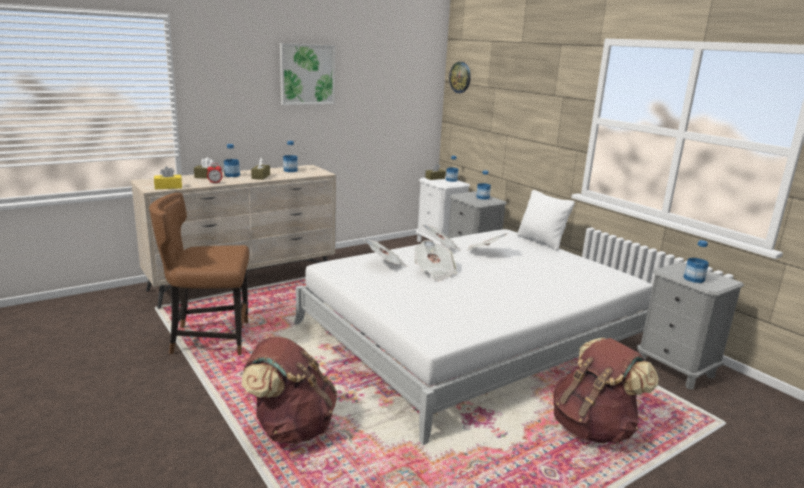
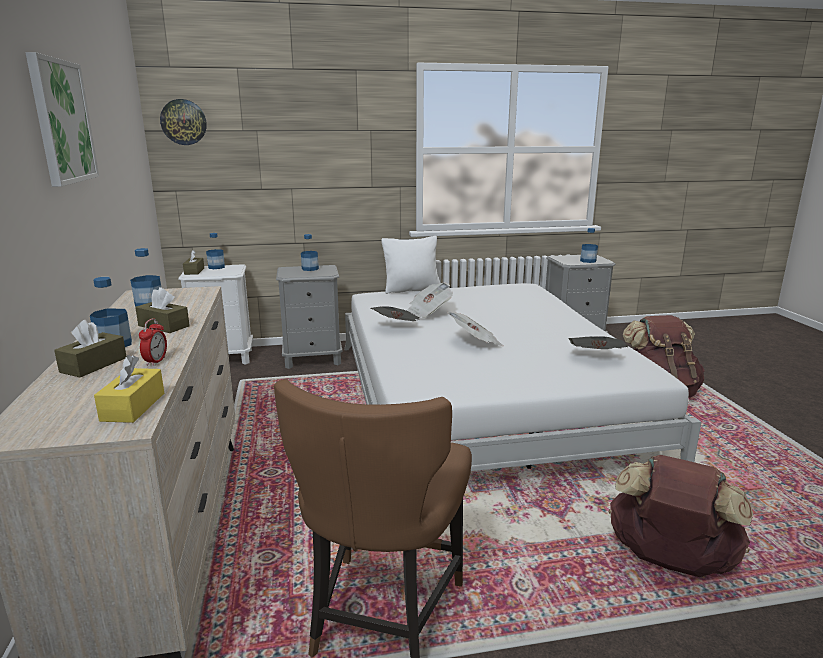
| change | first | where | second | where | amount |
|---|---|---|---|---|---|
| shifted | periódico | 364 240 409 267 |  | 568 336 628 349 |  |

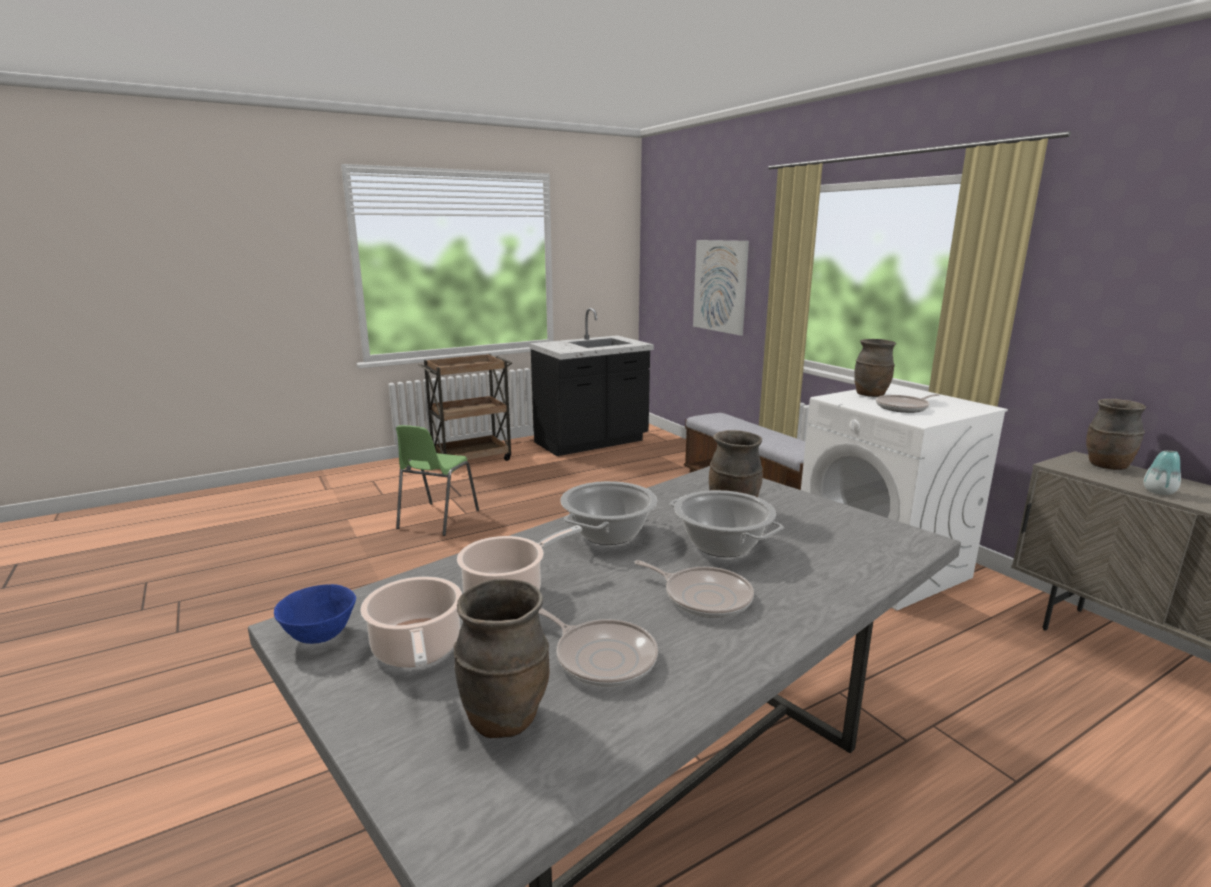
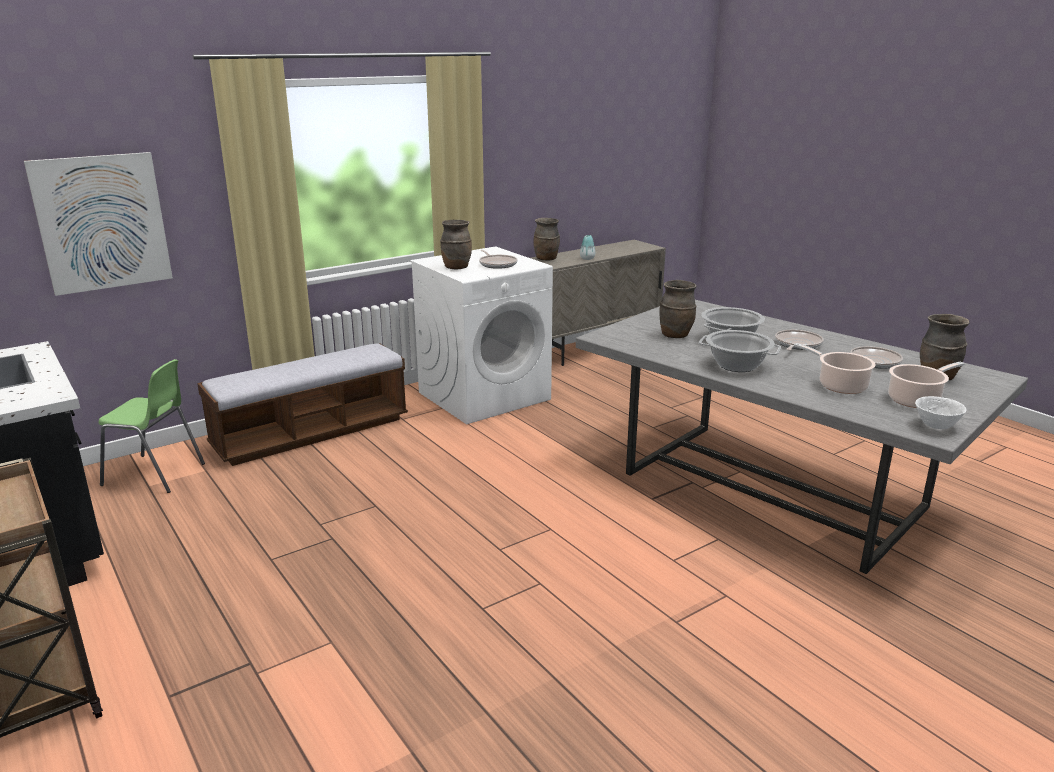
| change | first | where | second | where | amount |
|---|---|---|---|---|---|
| shifted | silla (verde) | 396 425 479 536 |  | 99 359 205 493 |  |
| repainted | cuenco (azul) | 274 584 356 644 | cuenco (blanco) | 915 396 966 429 |  |

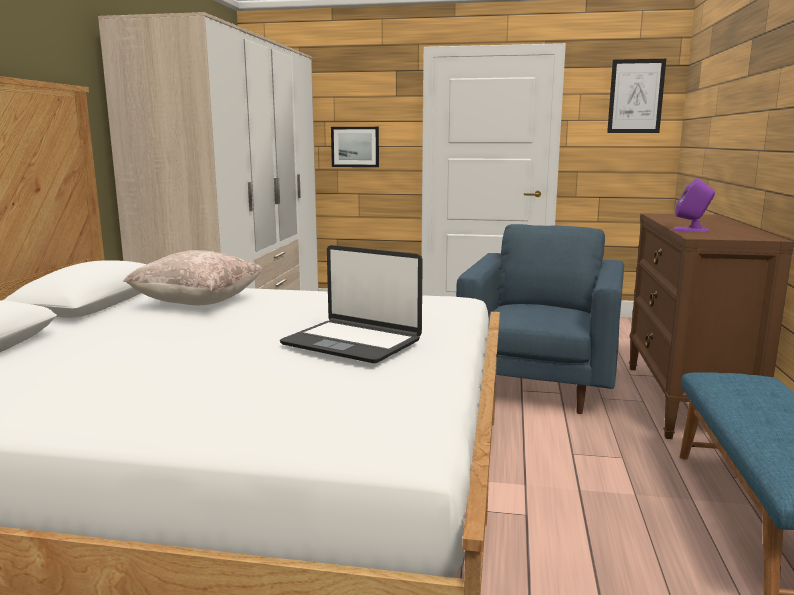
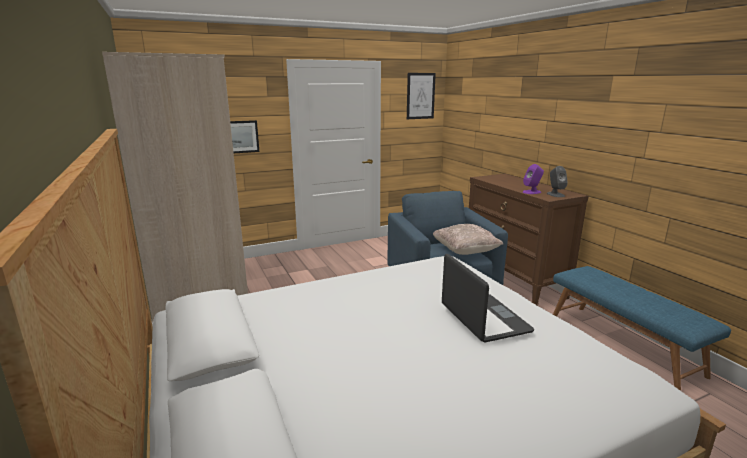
| change | first | where | second | where | amount |
|---|---|---|---|---|---|
| shifted | cojín (beis) | 123 250 263 305 |  | 433 224 503 255 |  |
| rotated | portátil | 280 245 423 364 |  | 442 254 534 342 | 105 degrees counterclockwise |
| new |  |  | altavoz (gris) | 547 166 568 197 |  |

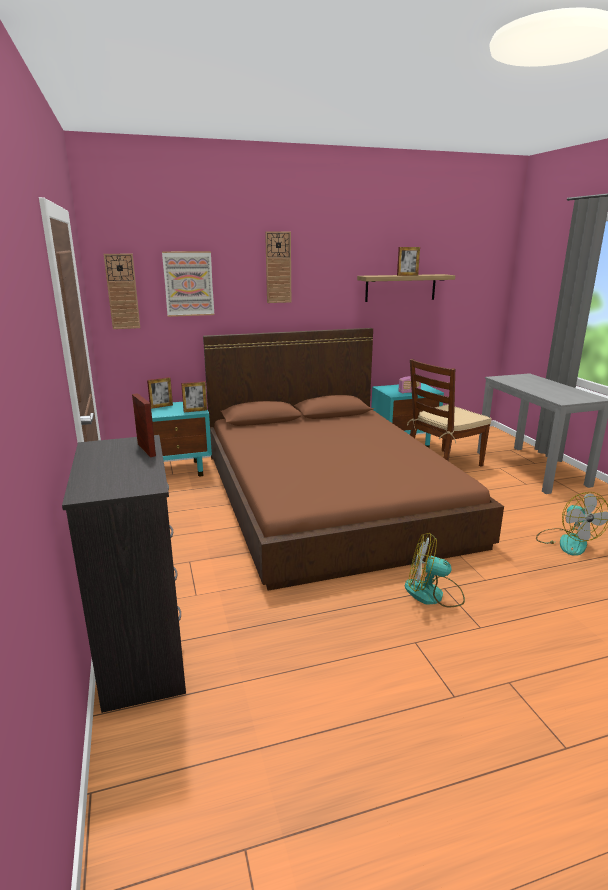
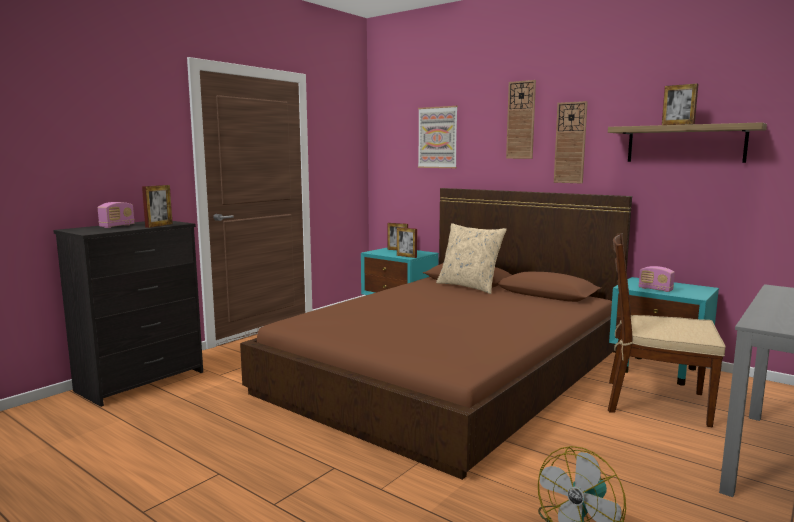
| change | first | where | second | where | amount |
|---|---|---|---|---|---|
| new |  |  | radio | 98 202 135 228 |  |
| new |  |  | cojín (beis) | 436 223 507 294 |  |
| shifted | reloj de pared | 104 254 140 329 |  | 554 101 588 184 |  |
| gone | ventilador | 405 533 465 608 |  |  |  |

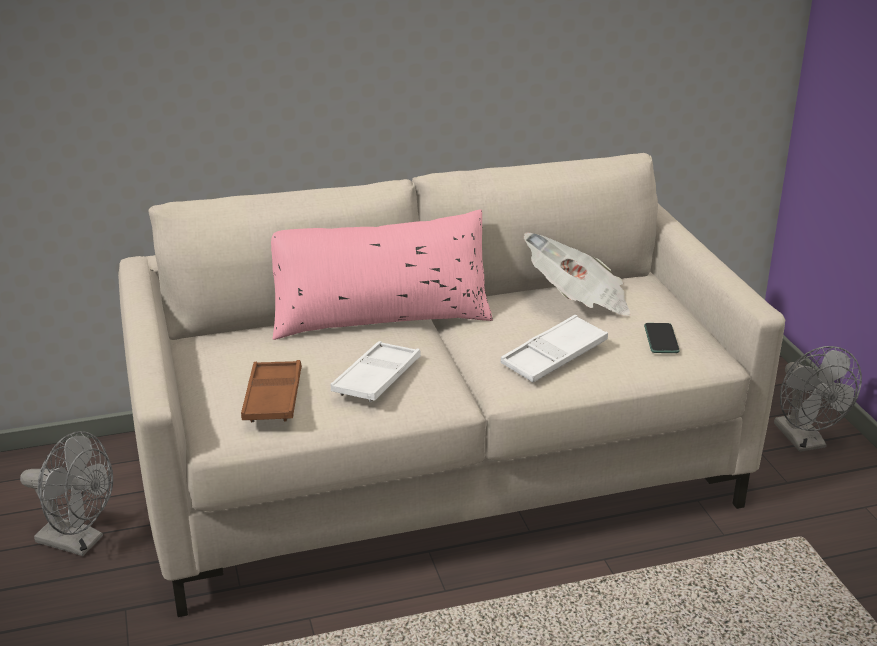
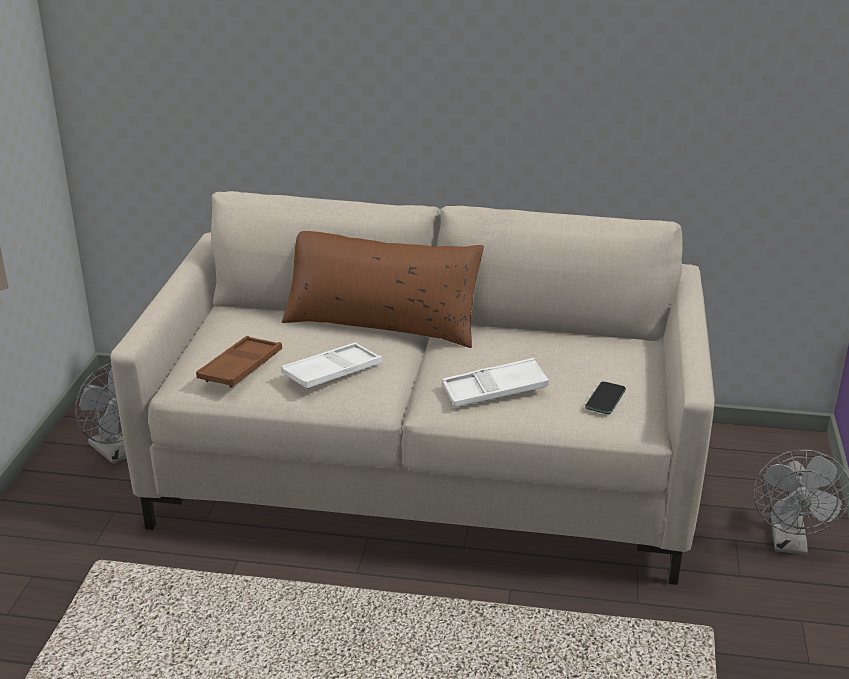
| change | first | where | second | where | amount |
|---|---|---|---|---|---|
| repainted | cojín (rosa) | 271 210 493 340 | cojín (marrón) | 282 231 484 348 |  |
| gone | periódico | 524 232 631 316 |  |  |  |

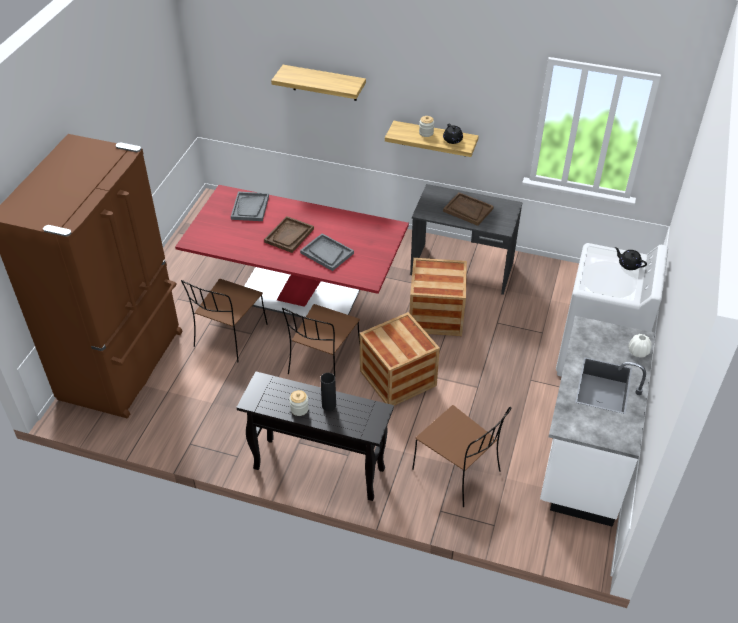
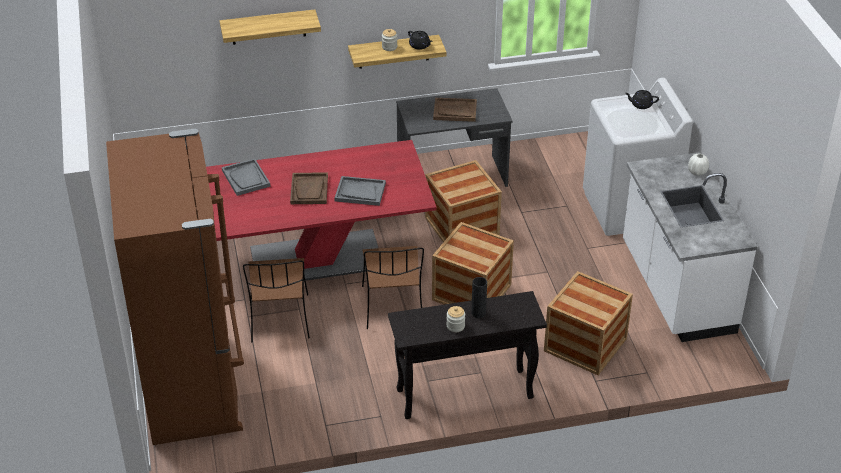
| change | first | where | second | where | amount |
|---|---|---|---|---|---|
| swapped | silla (marrón) | 412 405 511 507 | caja de embalaje | 544 271 633 375 |  |

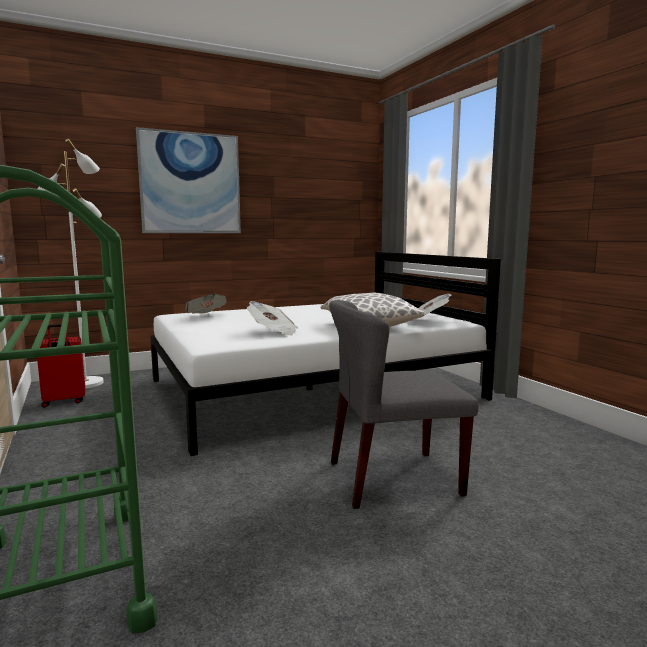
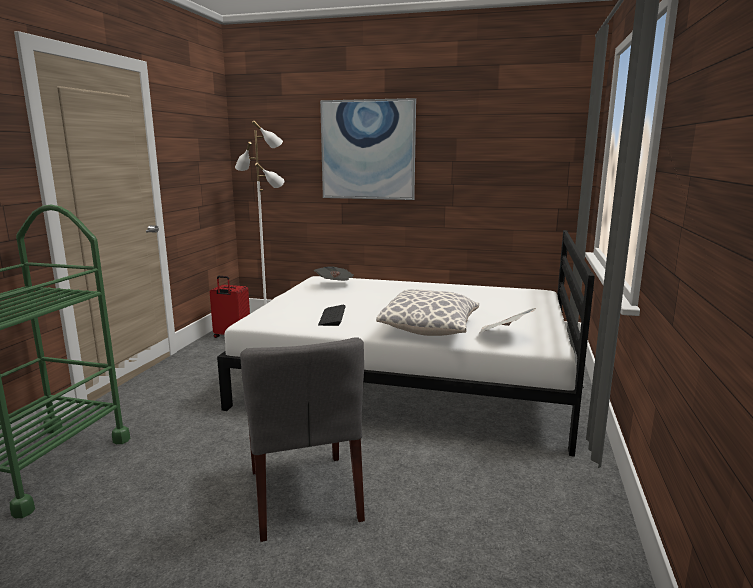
| change | first | where | second | where | amount |
|---|---|---|---|---|---|
| rotated | silla (gris) | 329 300 478 509 |  | 240 337 365 542 | 135 degrees counterclockwise |
| swapped | periódico | 247 301 298 336 | teclado | 318 305 346 326 |  |

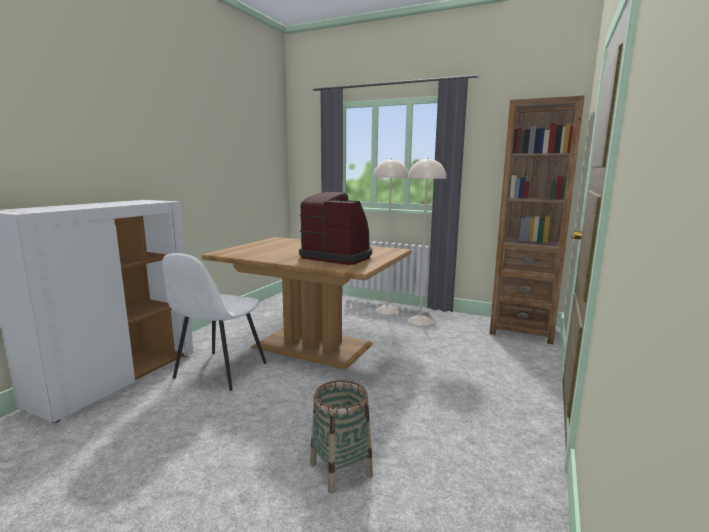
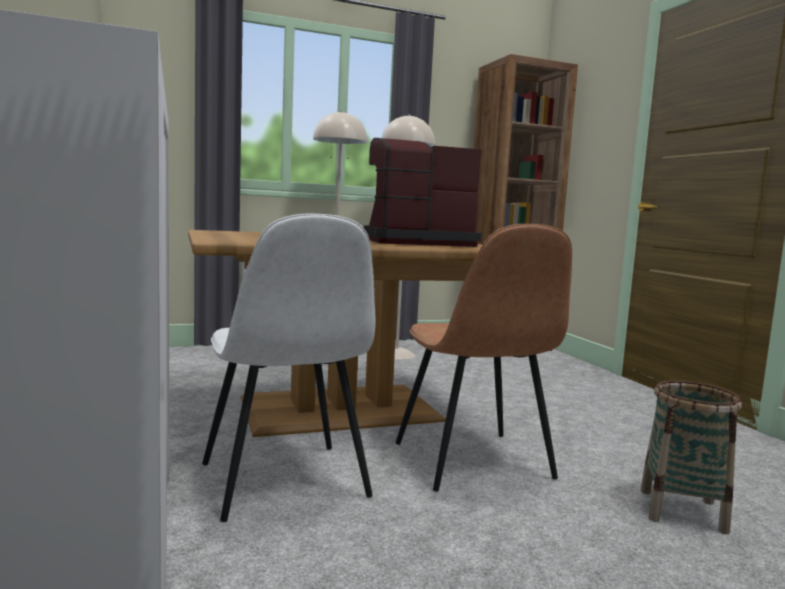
| change | first | where | second | where | amount |
|---|---|---|---|---|---|
| new |  |  | silla (marrón) | 396 224 572 492 |  |

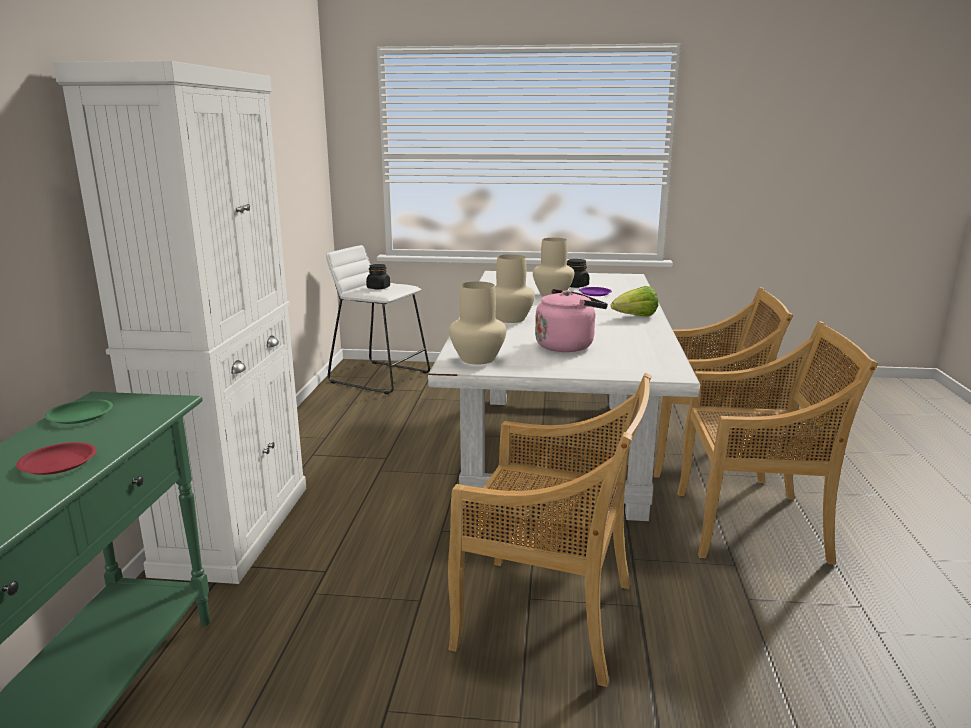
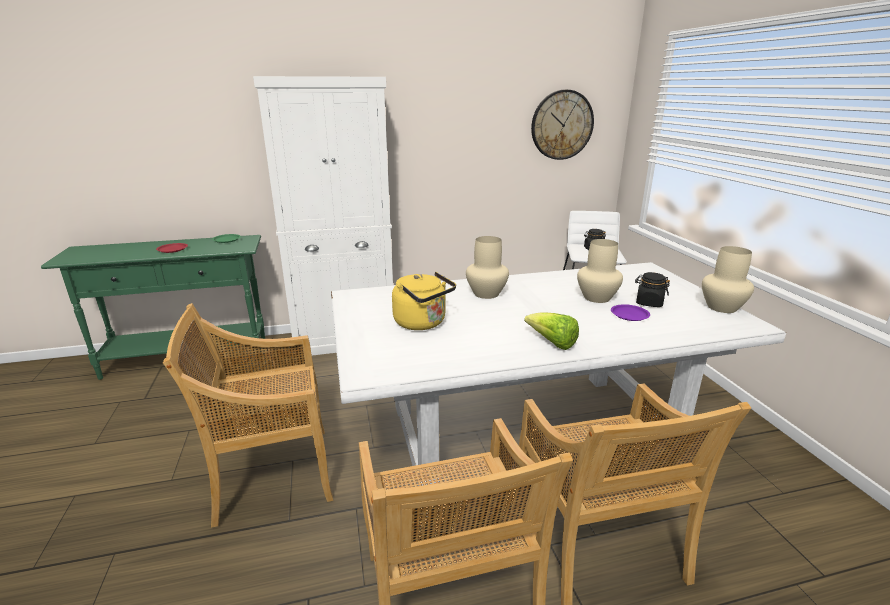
| change | first | where | second | where | amount |
|---|---|---|---|---|---|
| rotated | silla (beis) | 448 373 652 687 |  | 163 303 333 528 | 75 degrees clockwise |
| repainted | hervidor (rosa) | 535 289 608 352 | hervidor (amarillo) | 392 272 456 330 |  |
| new |  |  | reloj de pared | 531 90 594 160 |  |
| shifted | florero (beis) | 449 282 507 365 |  | 702 246 754 313 |  |

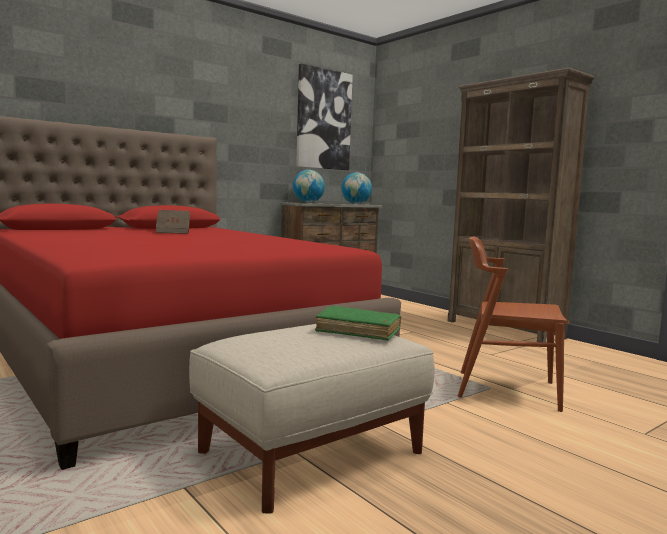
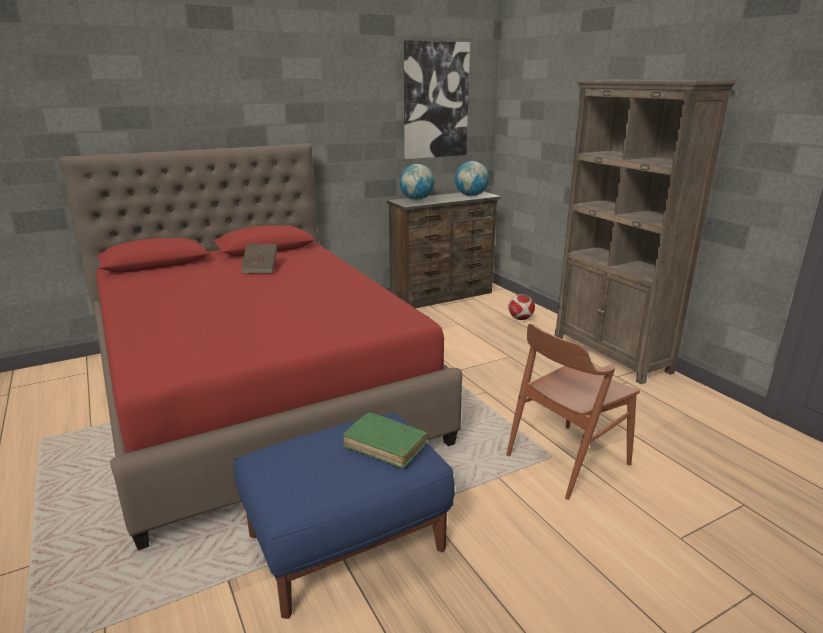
| change | first | where | second | where | amount |
|---|---|---|---|---|---|
| repainted | puf (beis) | 189 324 435 513 | puf (azul) | 233 413 455 619 |  |
| rotated | silla (marrón) | 457 237 569 412 |  | 506 324 640 500 | 60 degrees counterclockwise |
| new |  |  | balón de fútbol | 508 294 535 320 |  |

